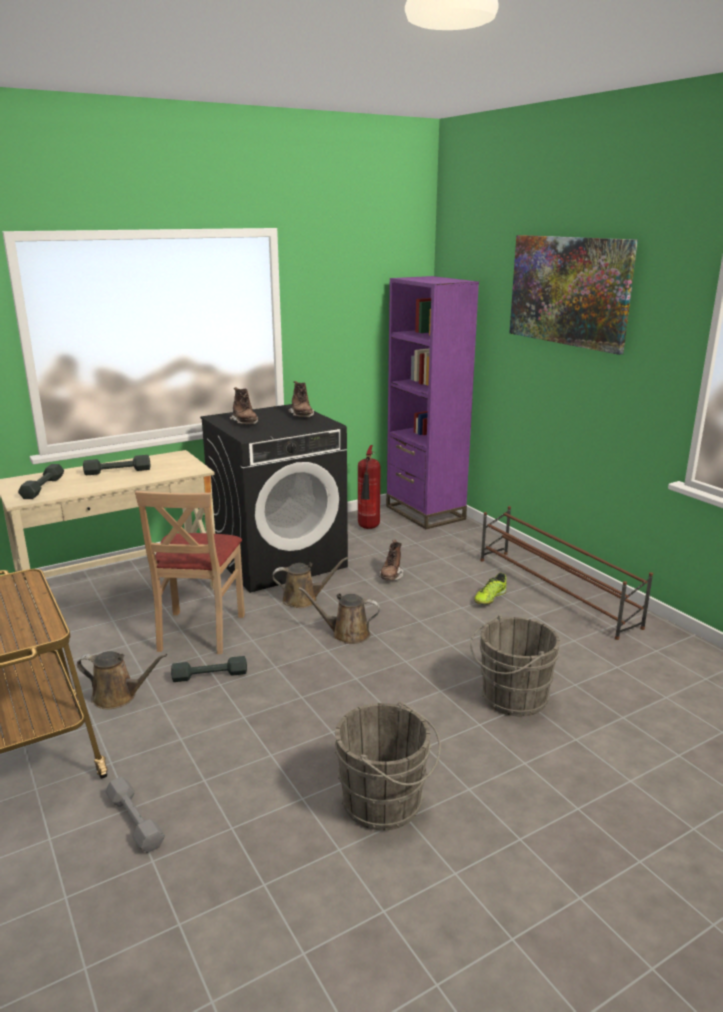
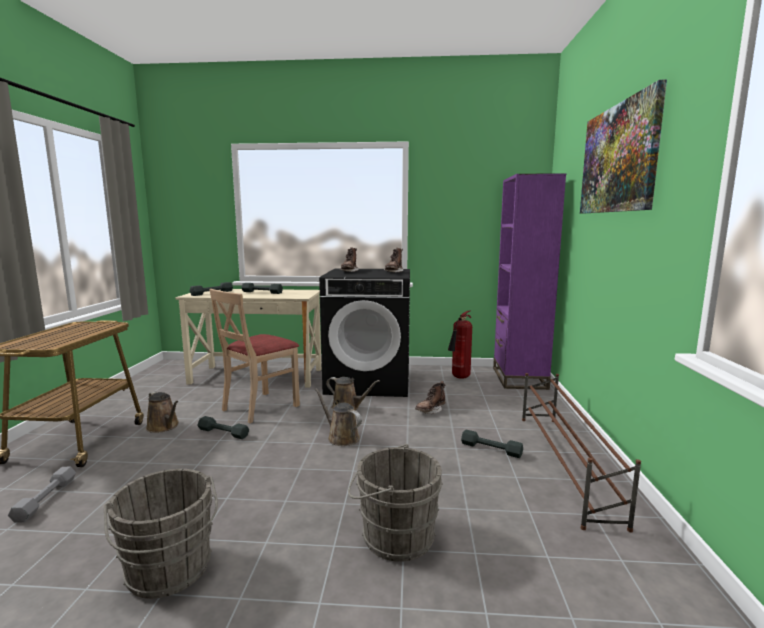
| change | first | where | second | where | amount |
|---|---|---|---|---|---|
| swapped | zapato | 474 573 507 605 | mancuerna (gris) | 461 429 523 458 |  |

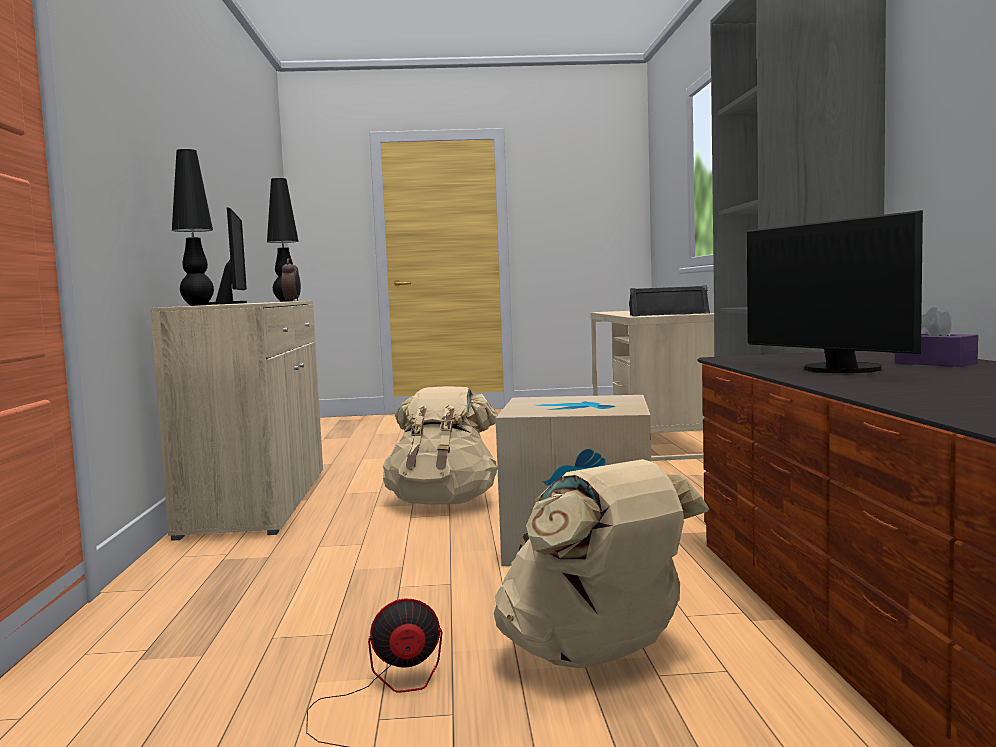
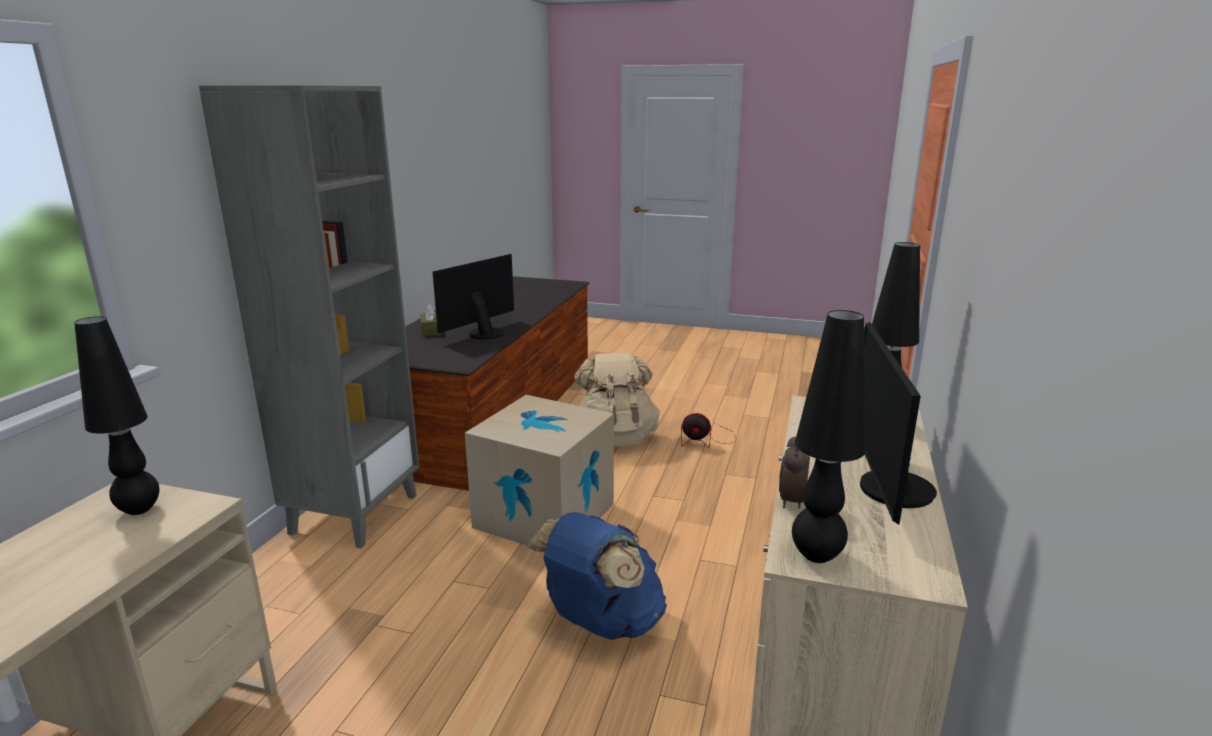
| change | first | where | second | where | amount |
|---|---|---|---|---|---|
| swapped | altavoz (negro) | 629 285 710 316 | lámpara de mesa (negro) | 74 316 160 515 |  |
| repainted | caja de pañuelos (morado) | 895 307 978 367 | caja de pañuelos (marrón) | 420 304 440 336 |  |
| rotated | monitor | 747 210 923 373 |  | 433 254 514 340 | 135 degrees counterclockwise |
| repainted | mochila (beis) | 383 386 498 505 | mochila (azul) | 526 512 667 640 |  |

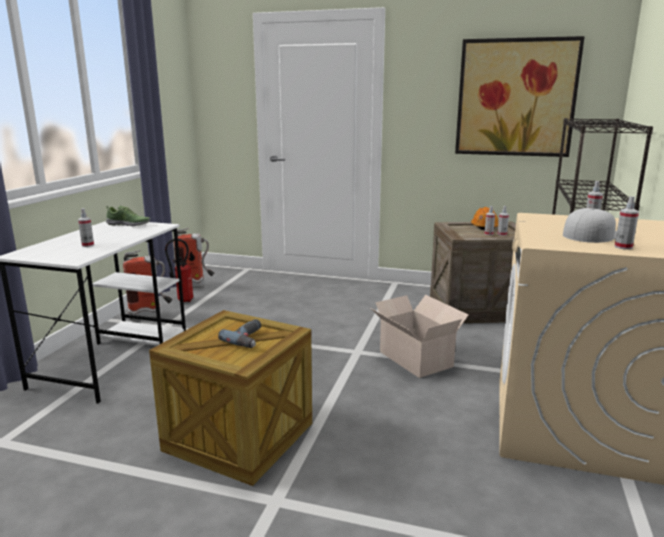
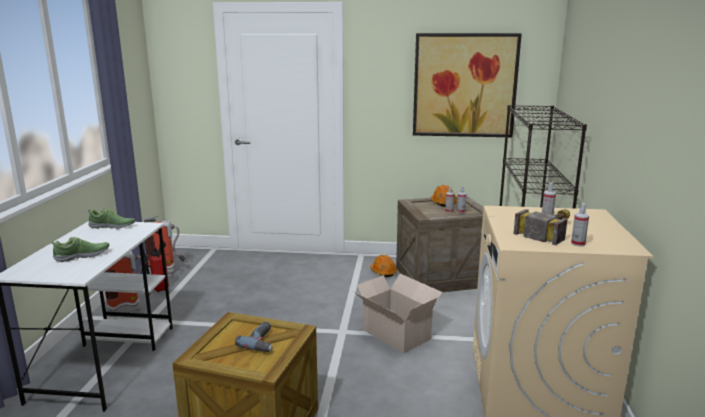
| change | first | where | second | where | amount |
|---|---|---|---|---|---|
| swapped | pulverizador | 78 208 94 247 | zapato | 51 237 109 262 |  |
| new |  |  | casco (naranja) | 370 255 397 277 |  |
| swapped | gorra (blanco) | 563 208 617 243 | martillo | 514 209 570 245 |  |

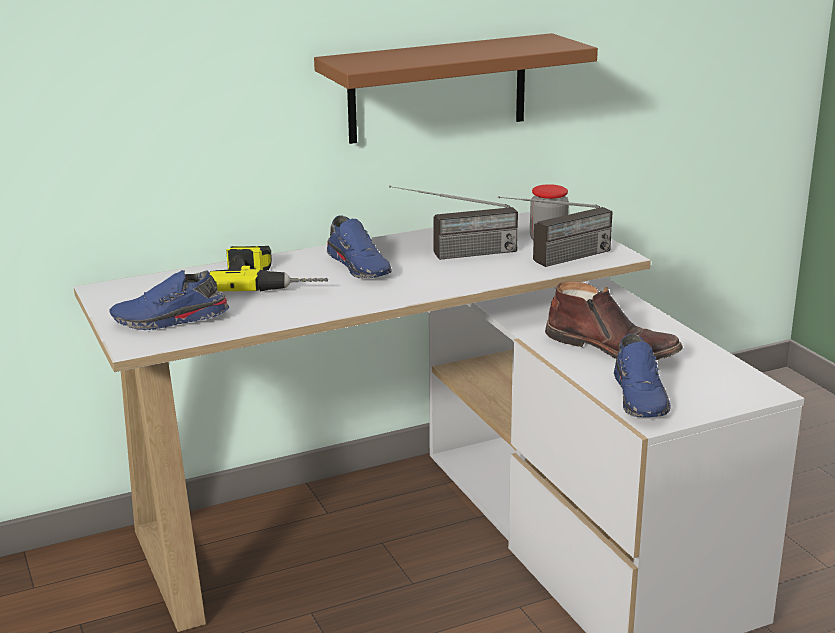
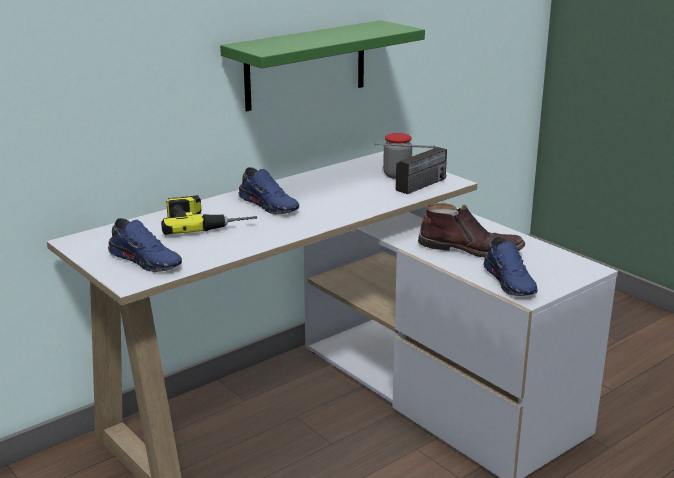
| change | first | where | second | where | amount |
|---|---|---|---|---|---|
| rotated | zapato (azul) | 110 270 229 330 |  | 108 218 182 272 | 120 degrees counterclockwise |
| repainted | estante (marrón) | 314 33 598 144 | estante (verde) | 220 20 425 111 |  |
| gone | radio | 389 186 518 260 |  |  |  |

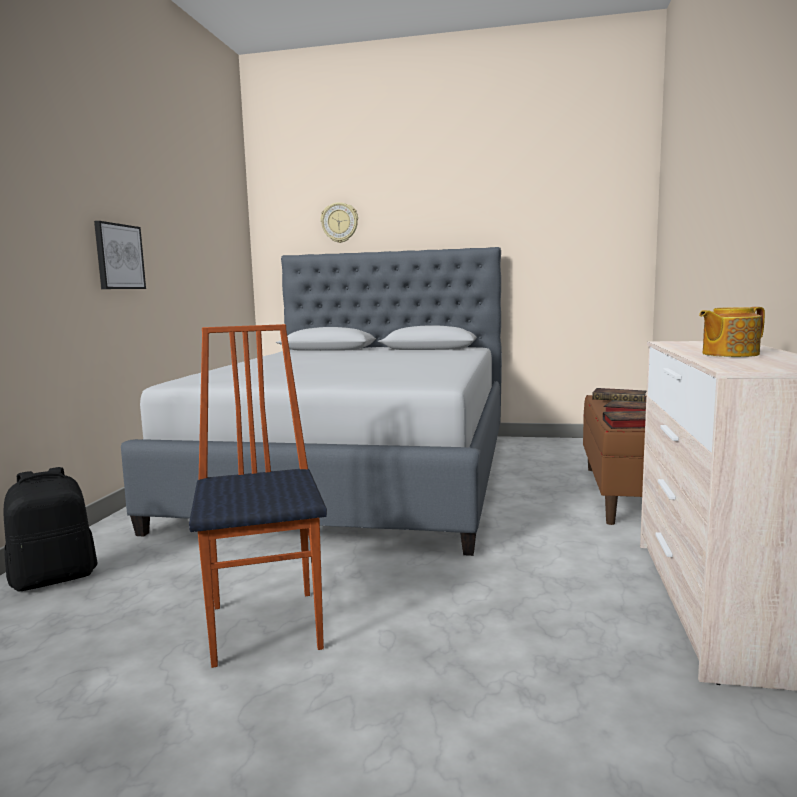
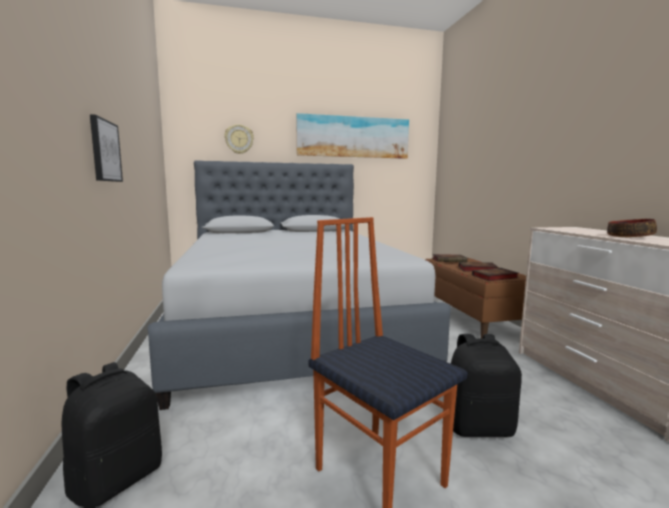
| change | first | where | second | where | amount |
|---|---|---|---|---|---|
| new |  |  | cuadro | 296 113 409 159 |  |
| new |  |  | mochila (negro) | 451 334 522 437 |  |
| swapped | tetera | 699 307 765 357 | cuenco | 607 219 657 237 |  |

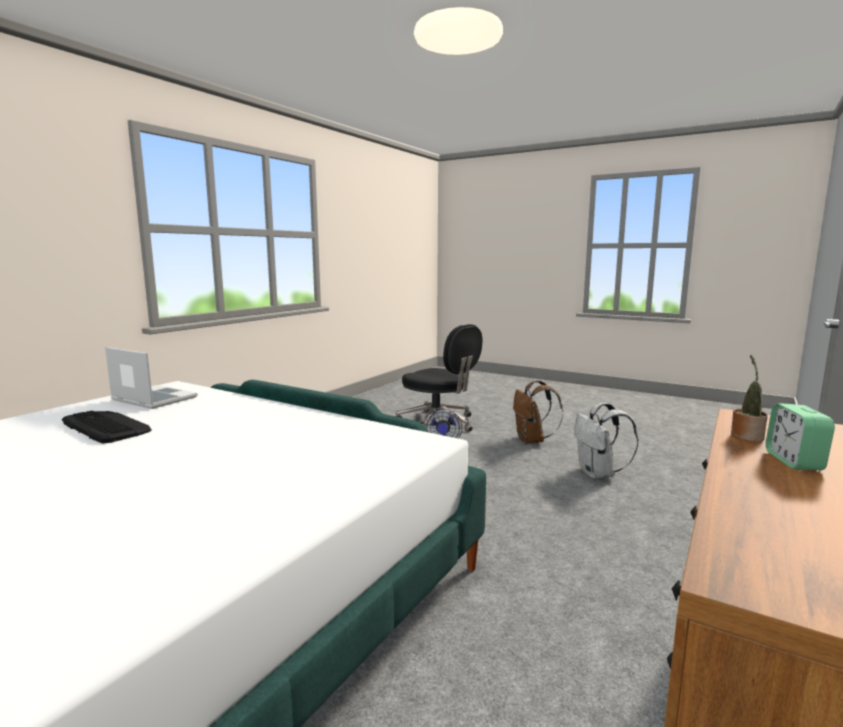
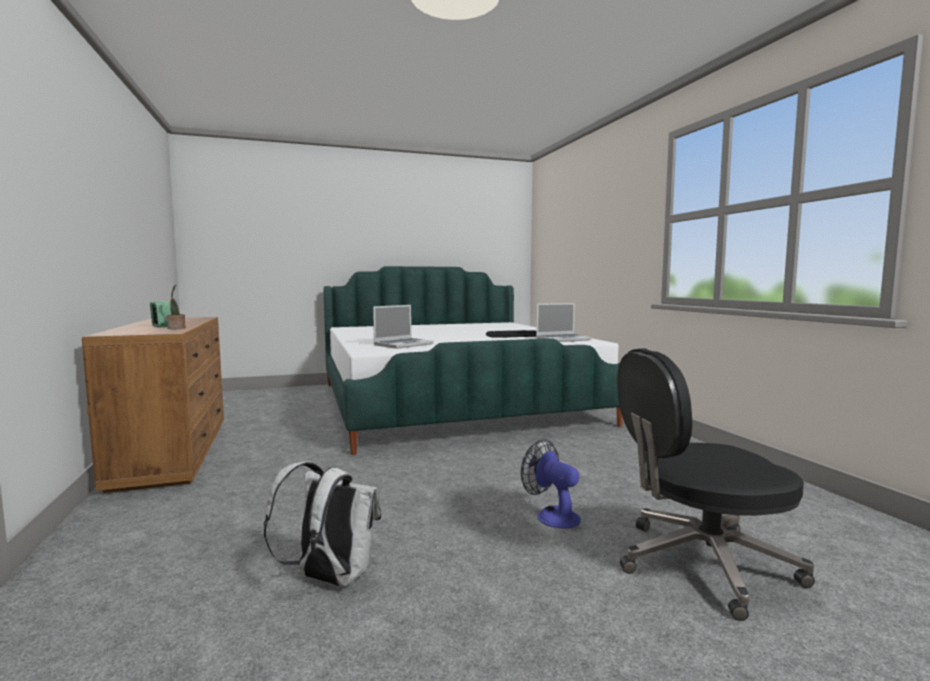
| change | first | where | second | where | amount |
|---|---|---|---|---|---|
| new |  |  | portátil | 373 305 434 349 |  |
| gone | mochila (marrón) | 513 380 563 444 |  |  |  |

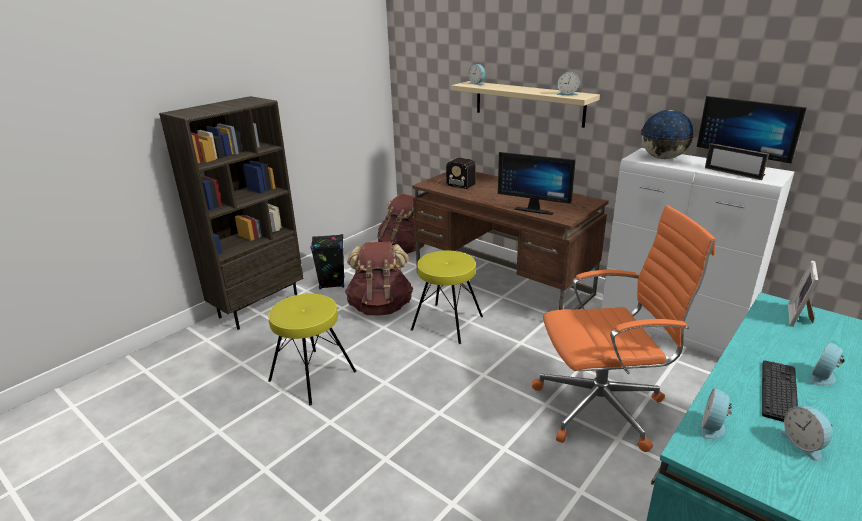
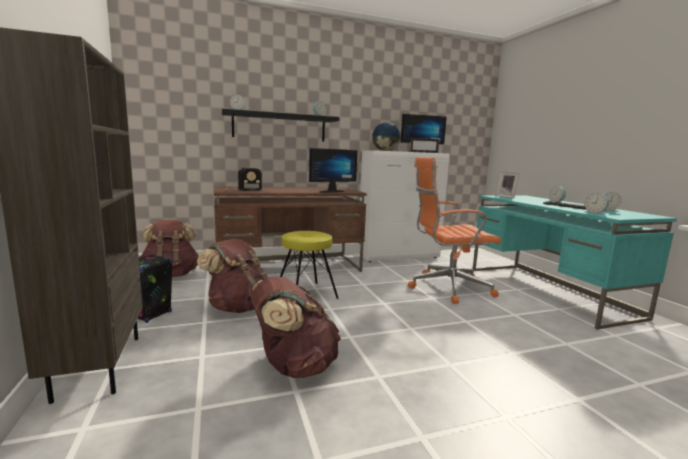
| change | first | where | second | where | amount |
|---|---|---|---|---|---|
| repainted | estante (beis) | 451 81 600 128 | estante (negro) | 222 109 339 142 |  |
| swapped | taburete (amarillo) | 268 294 357 405 | mochila (marrón) | 251 276 341 378 |  |
| rotated | silla de oficina (naranja) | 532 205 716 452 |  | 408 157 501 304 | 120 degrees counterclockwise |

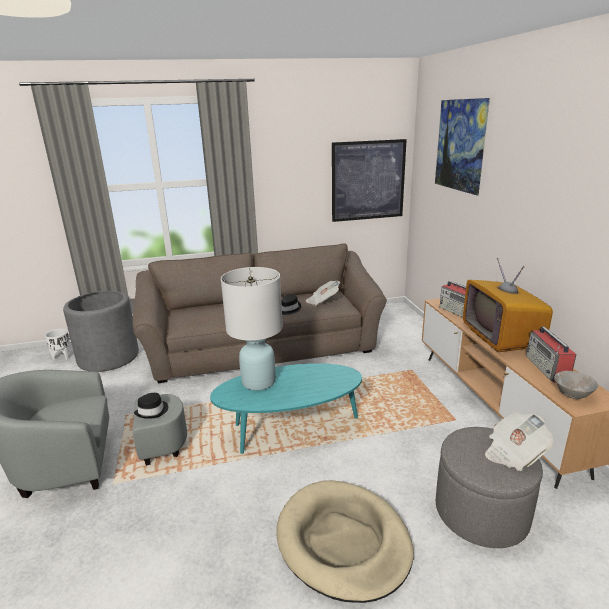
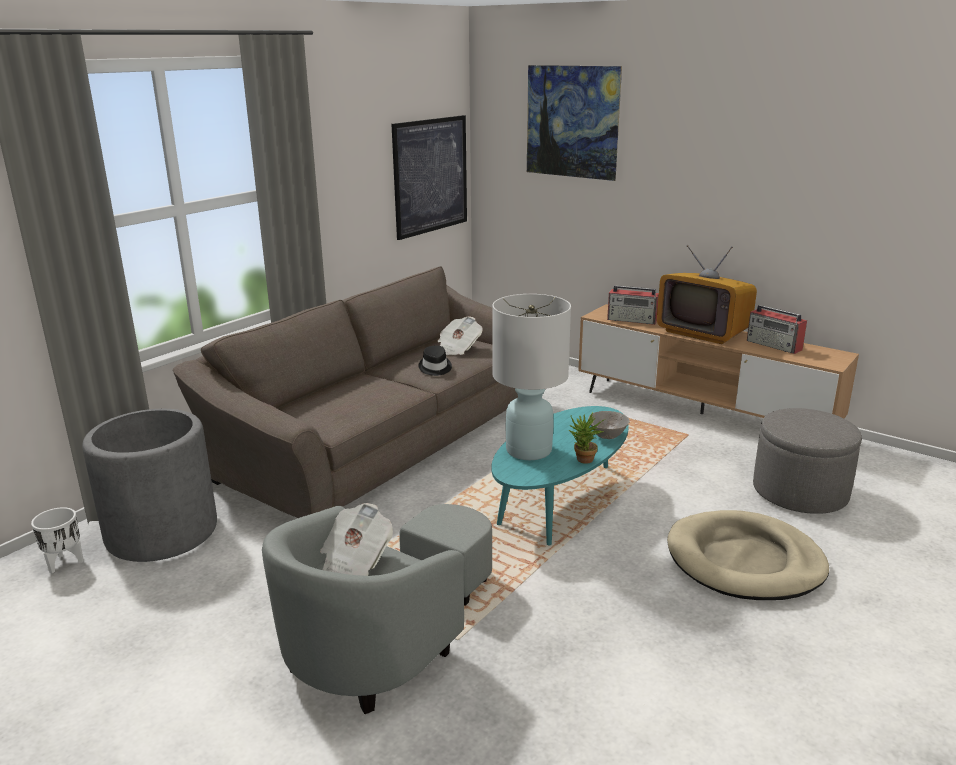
| change | first | where | second | where | amount |
|---|---|---|---|---|---|
| shifted | periódico | 485 412 553 471 |  | 320 503 393 576 |  |
| new |  |  | planta en maceta | 569 412 605 464 |  |
| shifted | cuenco (gris) | 554 371 598 399 |  | 588 411 630 439 |  |
| gone | sombrero (negro) | 134 393 168 419 |  |  |  |

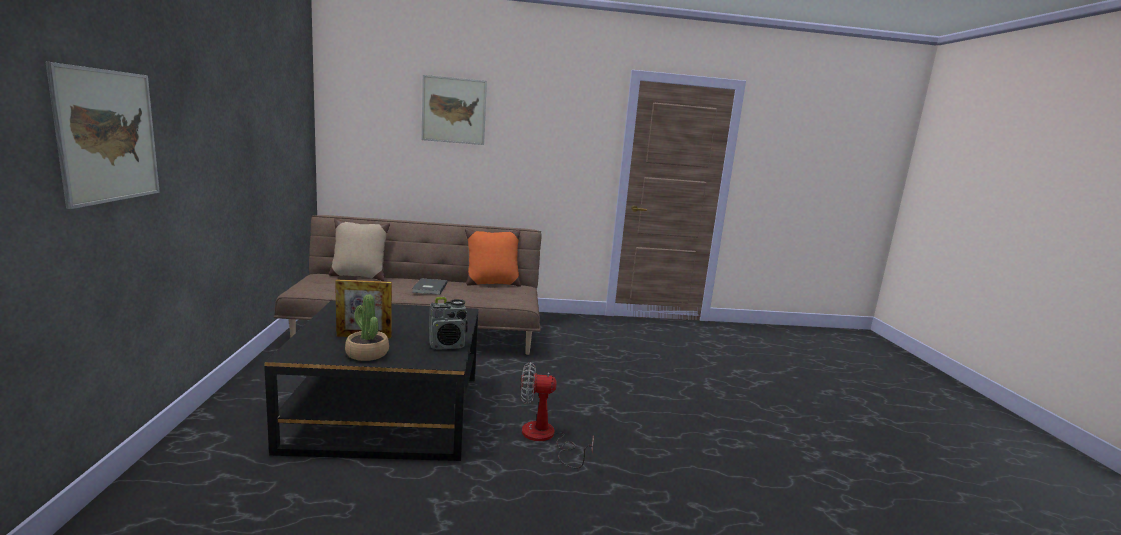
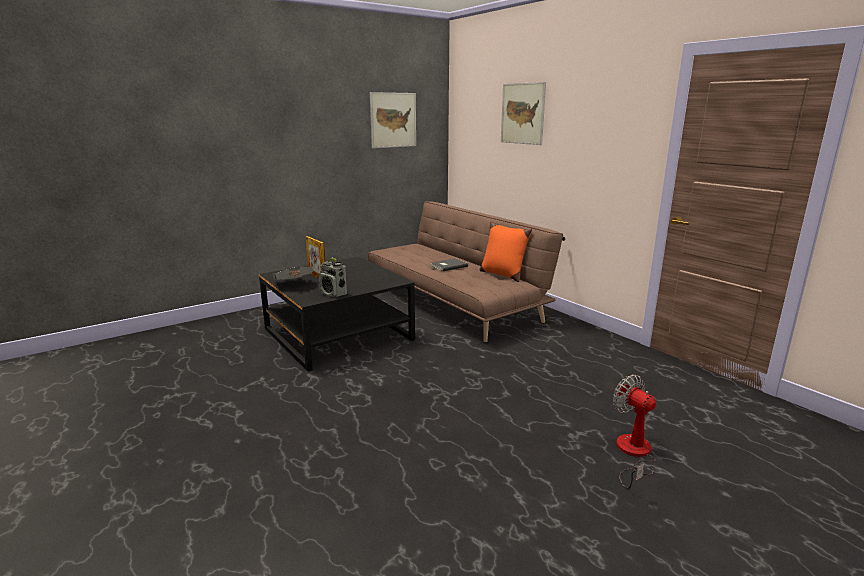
| change | first | where | second | where | amount |
|---|---|---|---|---|---|
| swapped | planta en maceta | 345 294 389 361 | periódico | 273 266 314 280 |  |
| shifted | cuadro | 46 62 160 209 |  | 370 92 416 148 |  |
| shifted | ventilador | 520 362 594 469 |  | 613 375 656 489 |  |
| gone | cojín (beis) | 329 218 390 281 |  |  |  |

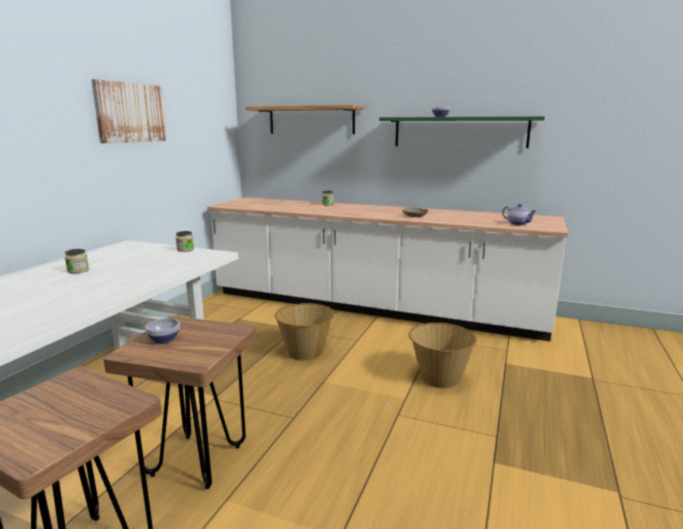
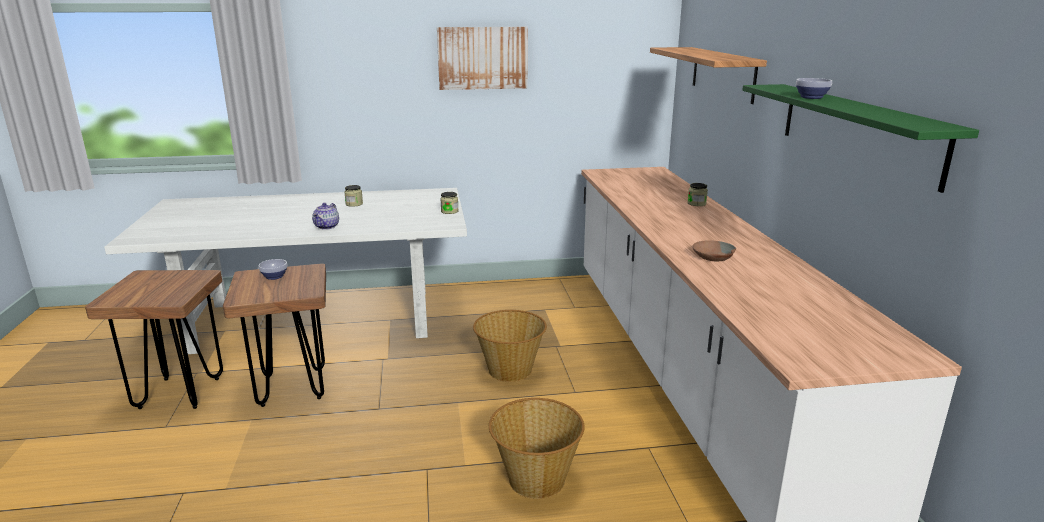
| change | first | where | second | where | amount |
|---|---|---|---|---|---|
| shifted | tetera | 502 204 536 226 |  | 312 203 339 230 |  |

